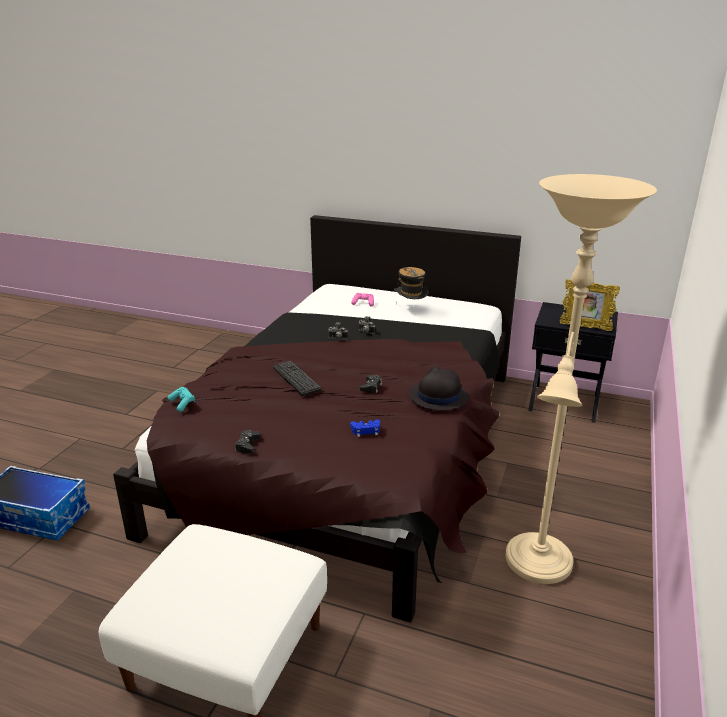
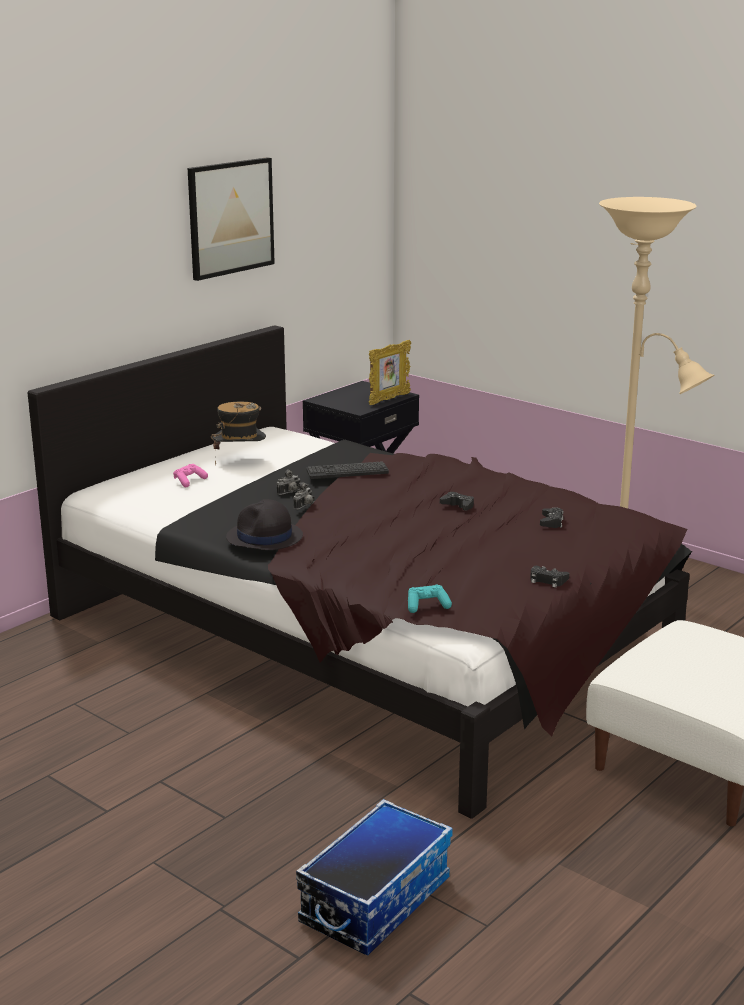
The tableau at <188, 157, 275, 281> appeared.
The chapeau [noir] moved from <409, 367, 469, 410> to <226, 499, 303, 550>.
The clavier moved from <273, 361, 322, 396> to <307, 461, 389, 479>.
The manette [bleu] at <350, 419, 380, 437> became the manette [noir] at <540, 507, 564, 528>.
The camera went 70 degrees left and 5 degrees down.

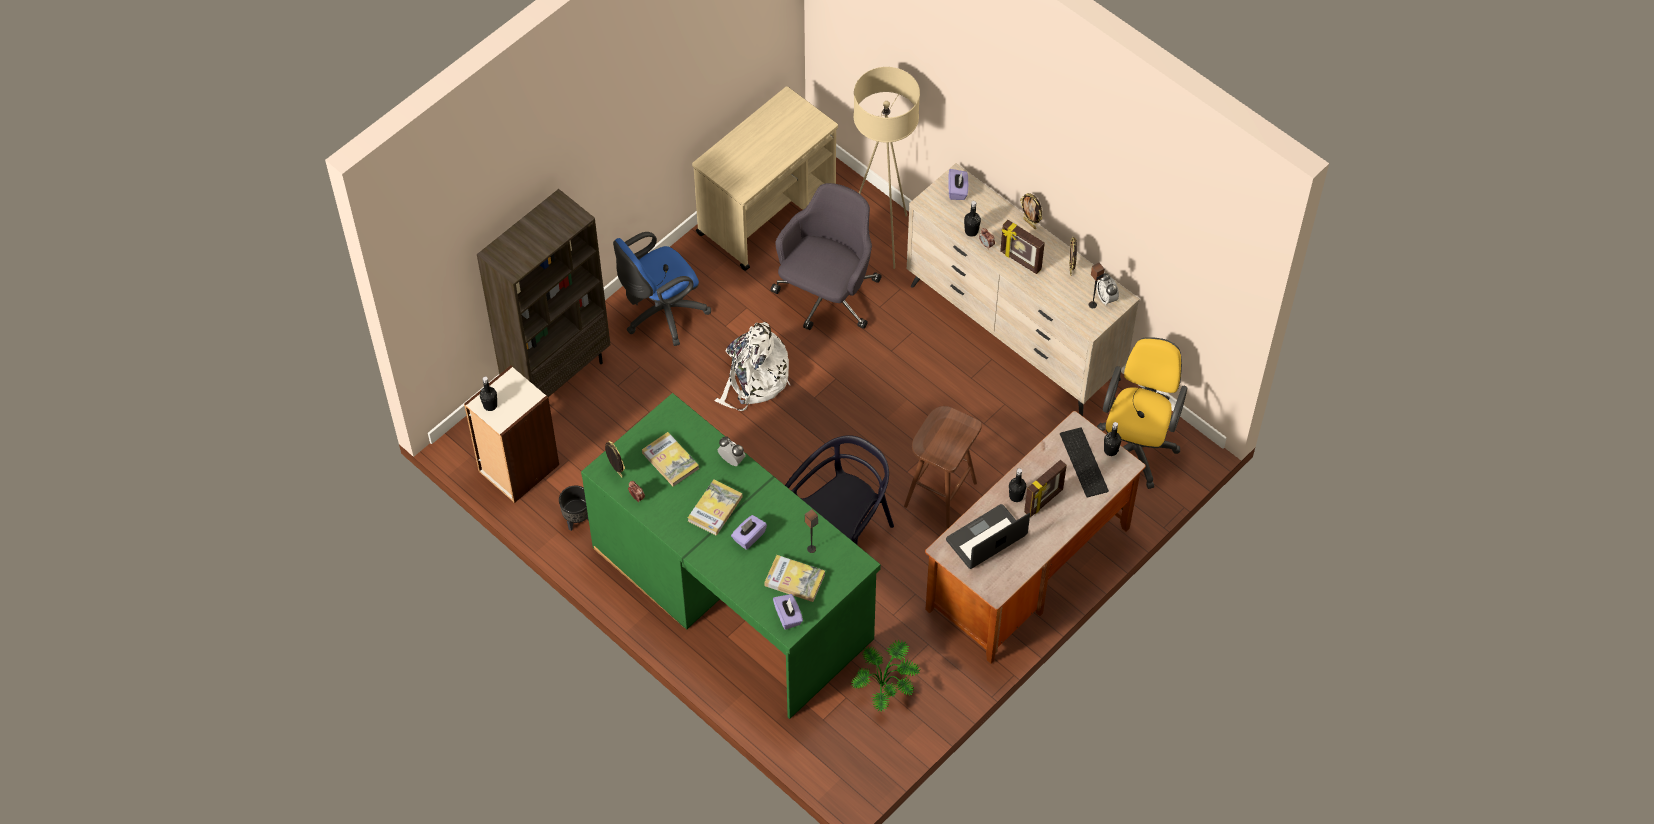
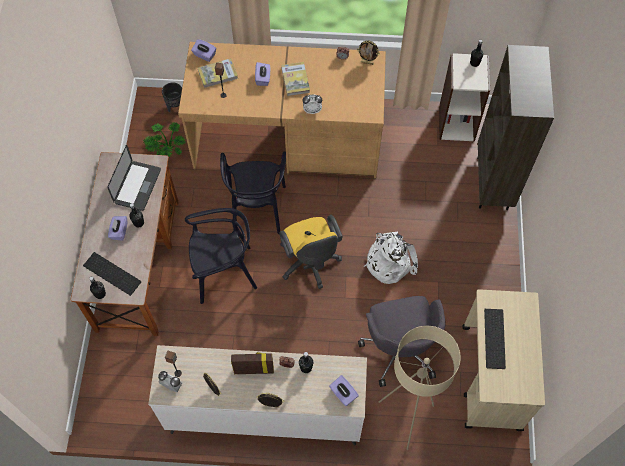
The cadre photo at <1024, 460, 1067, 517> was replaced by the boîte à mouchoirs [violet] at <108, 216, 127, 241>.
The cache-pot [noir] moved from <559, 485, 589, 531> to <162, 82, 182, 112>.
The bureau [vert] at <581, 393, 881, 719> became the bureau [marron] at <178, 42, 386, 179>.
The tabouret [marron] at <904, 406, 982, 528> was replaced by the chaise [noir] at <185, 208, 257, 304>.
The chaise de bureau [jaune] moved from <1097, 337, 1187, 489> to <279, 215, 343, 289>.
The clavier at <484, 309, 506, 369> appeared.
The chaise de bureau [bleu] at <613, 232, 711, 346> disappeared.
The livre at <642, 432, 699, 487> disappeared.
The camera went 140 degrees right and 5 degrees up.

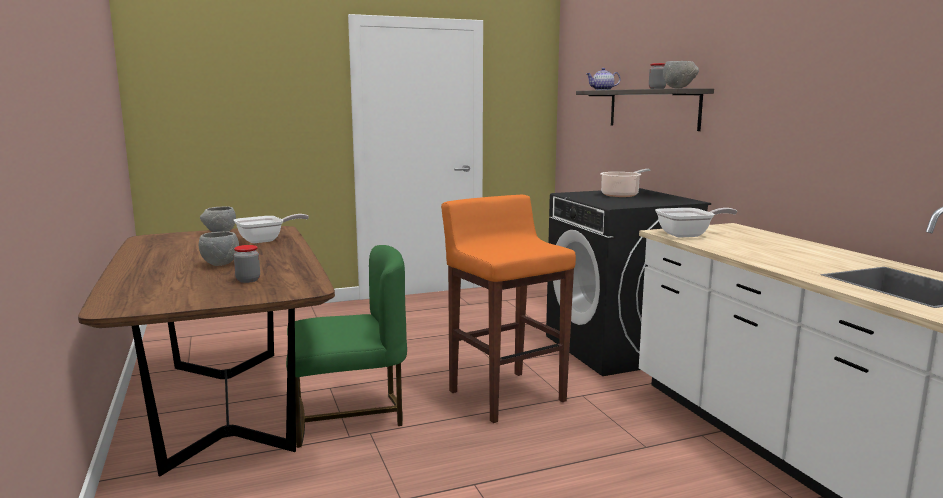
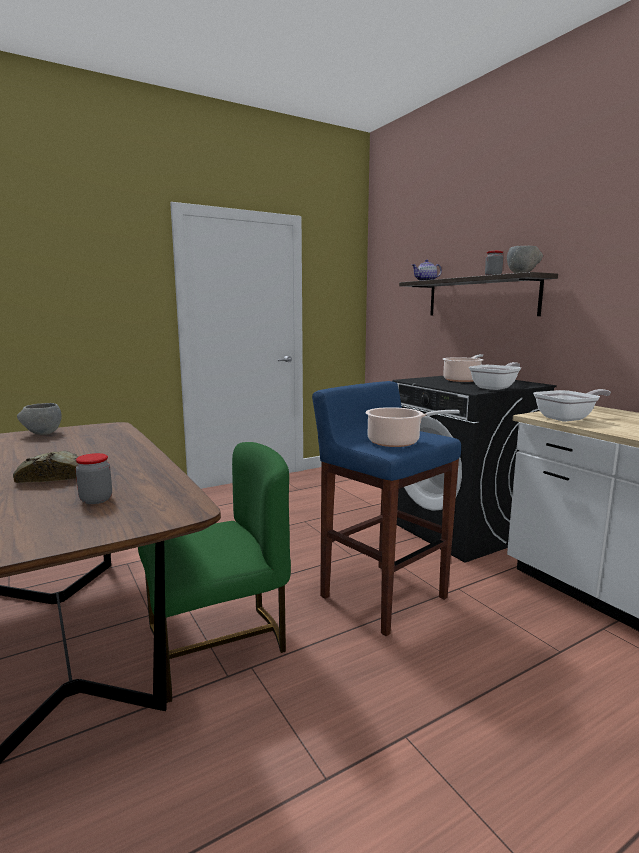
The bol [gris] at <199, 231, 239, 266> was replaced by the pain at <13, 451, 78, 483>.
The tabouret [orange] at <441, 195, 576, 423> became the tabouret [bleu] at <312, 381, 461, 636>.
The marmite at <365, 407, 460, 447> appeared.
The poêle moved from <234, 214, 309, 243> to <469, 362, 521, 390>.
The camera went 10 degrees left and 0 degrees up.

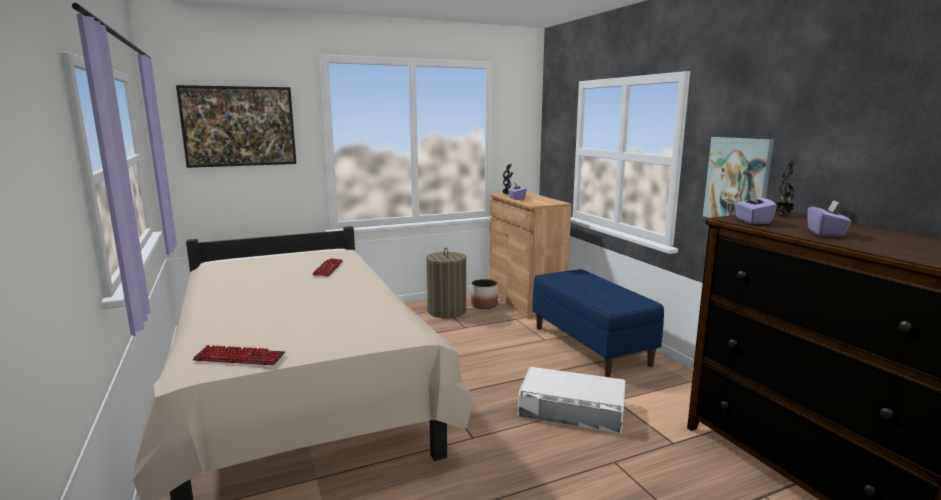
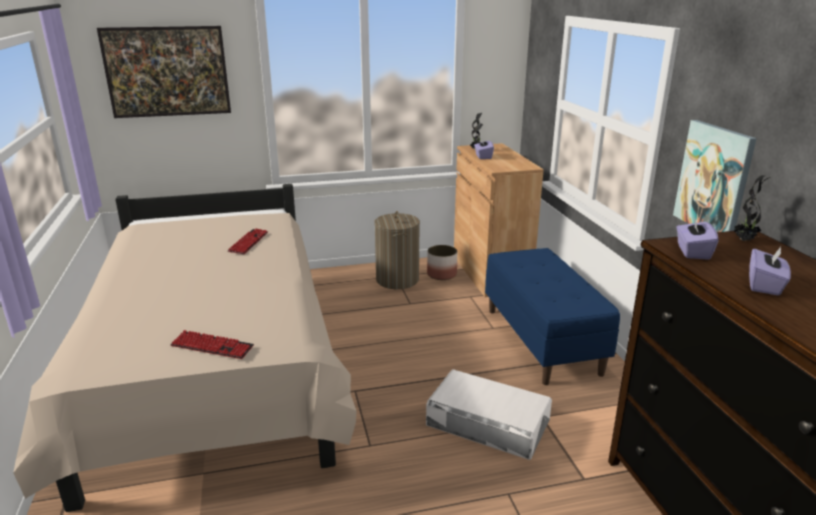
The clavier moved from <192, 345, 285, 365> to <171, 330, 254, 359>.
The camera went 10 degrees right and 10 degrees up.

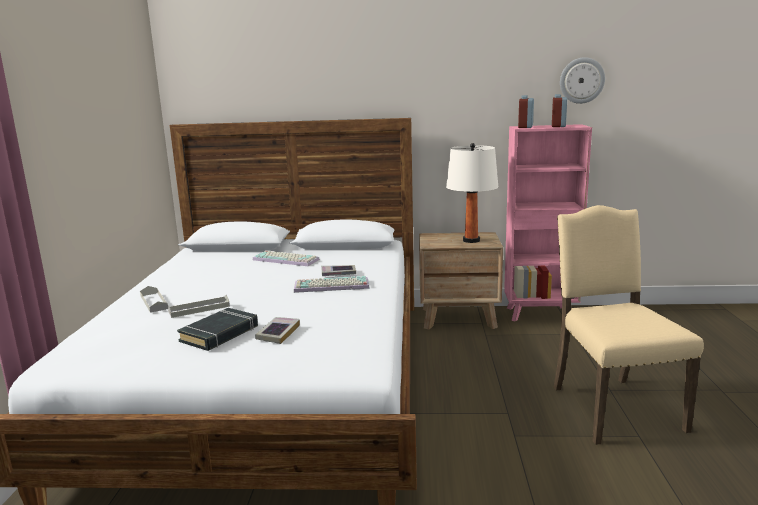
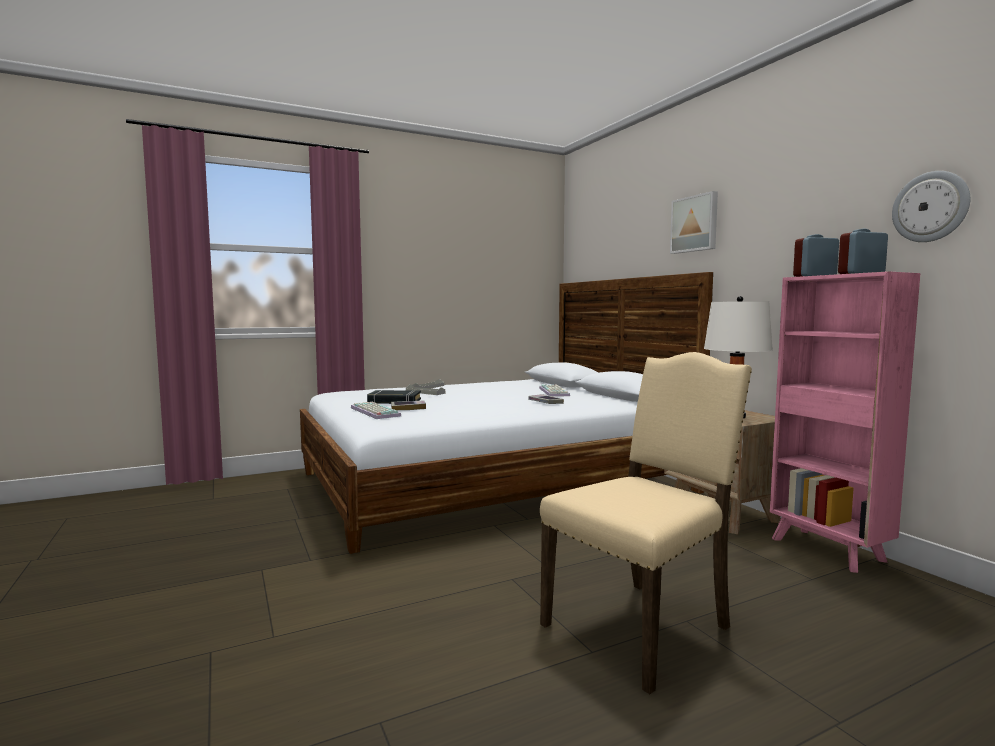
The clavier moved from <294, 276, 370, 293> to <351, 402, 401, 419>.
The tableau at <670, 191, 718, 254> appeared.
The camera went 60 degrees right and 10 degrees down.

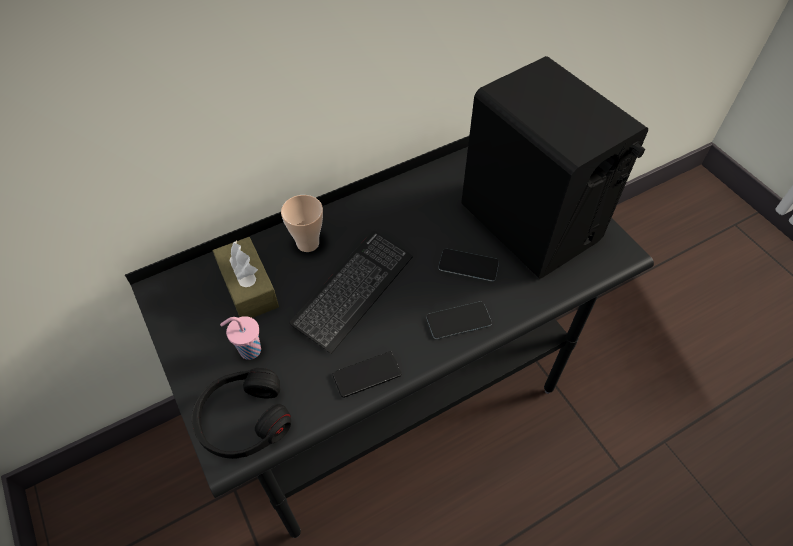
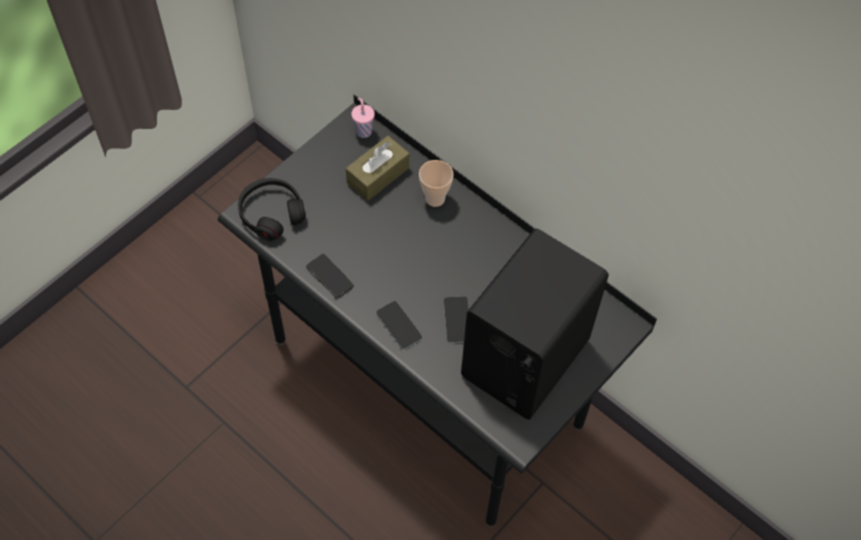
The tasse [rose] moved from <220, 316, 261, 360> to <352, 98, 375, 138>.
The clavier at <290, 231, 413, 354> disappeared.
The camera went 70 degrees right and 5 degrees up.

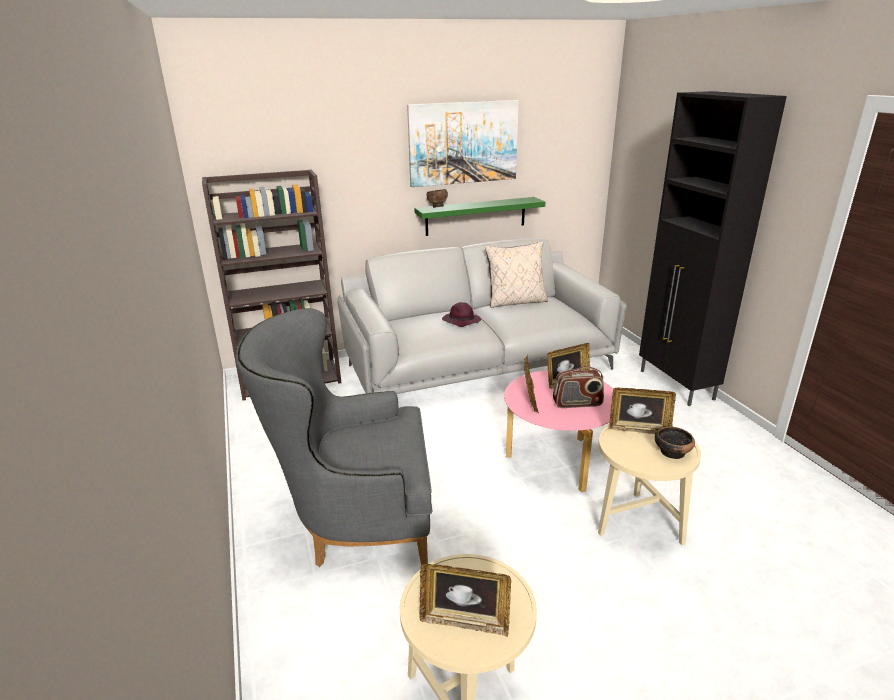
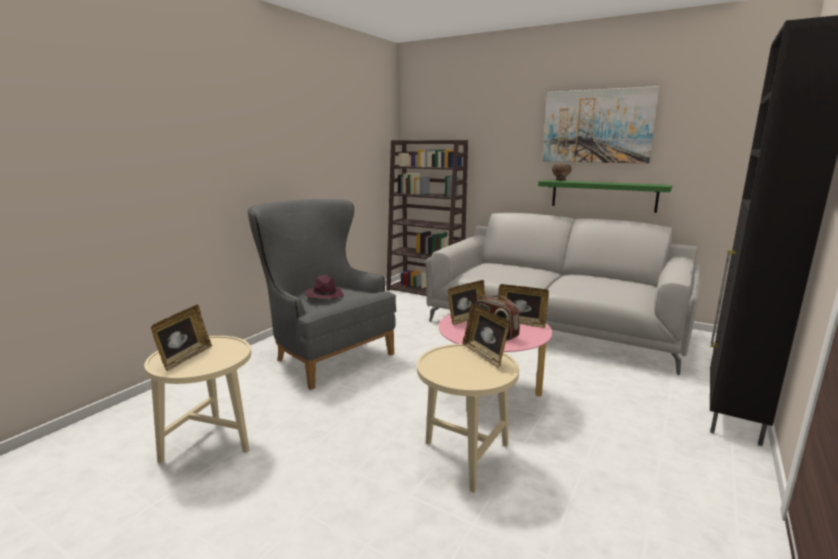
The cadre photo at <419, 564, 511, 637> turned 135 degrees counterclockwise.
The chapeau [violet] moved from <442, 302, 482, 327> to <305, 275, 344, 299>.
The coussin [beige] at <485, 241, 548, 308> disappeared.
The bol at <655, 427, 695, 459> disappeared.
The camera went 50 degrees right and 10 degrees down.

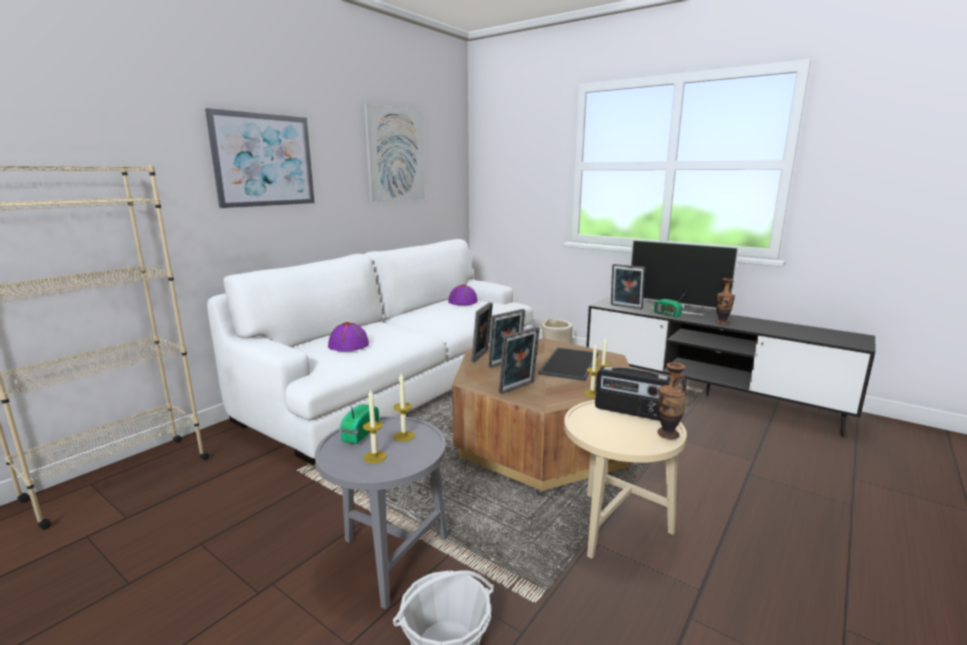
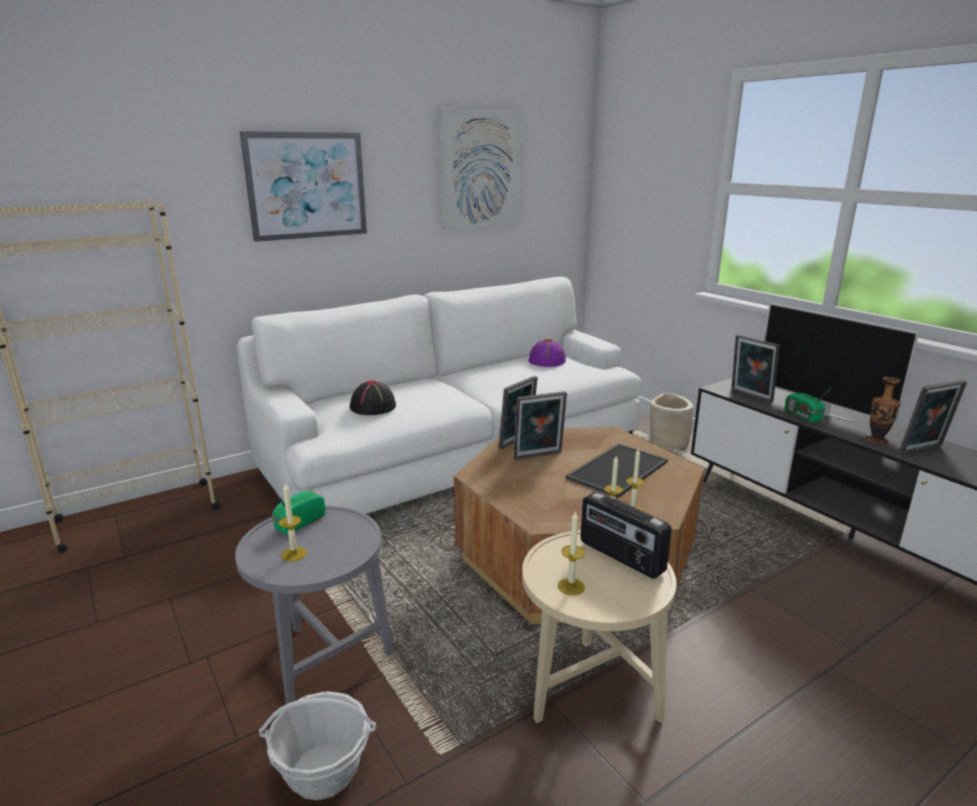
The chapeau [violet] at <328, 322, 369, 351> became the chapeau [noir] at <350, 380, 396, 415>.
The bougie moved from <394, 373, 415, 442> to <558, 511, 585, 596>.
The cadre photo moved from <499, 327, 540, 394> to <899, 380, 967, 454>.
The vase at <657, 362, 688, 439> disappeared.
The camera went 20 degrees right and 5 degrees up.

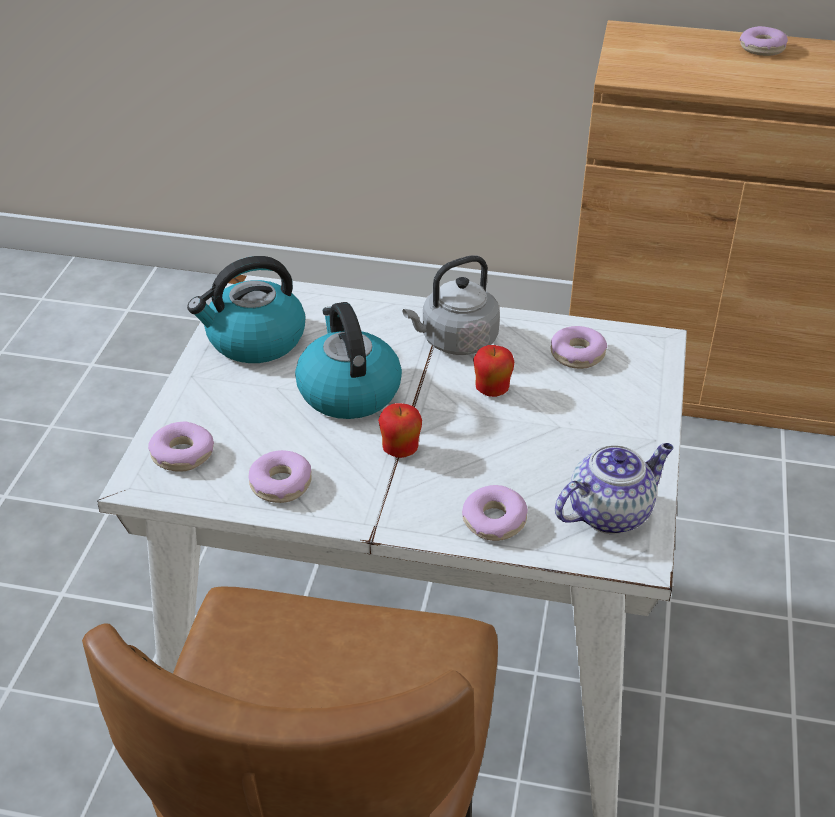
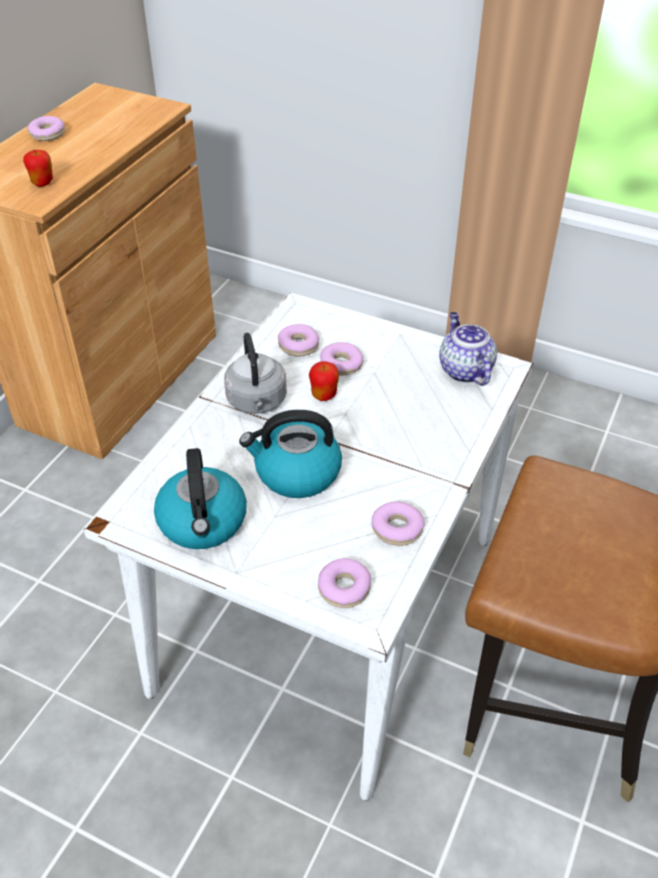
The pomme moved from <378, 403, 422, 458> to <23, 150, 53, 187>.
The beignet moved from <462, 485, 528, 541> to <320, 342, 363, 376>.
The camera went 75 degrees left and 5 degrees up.

